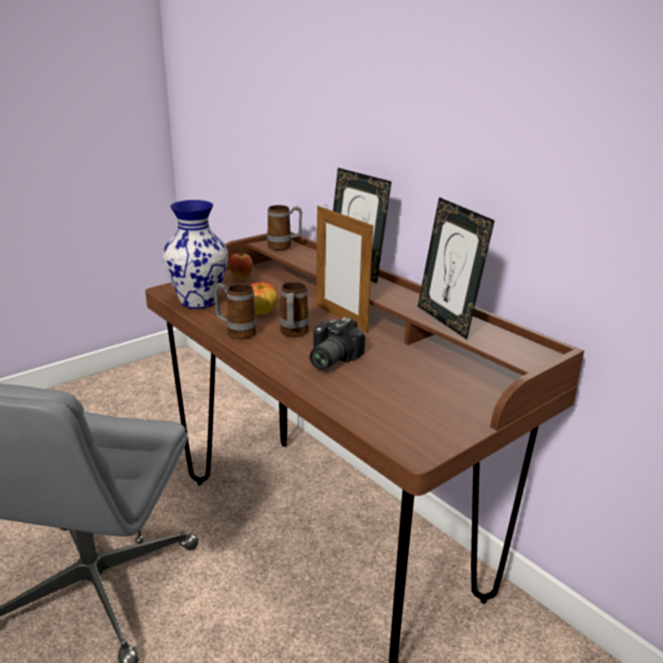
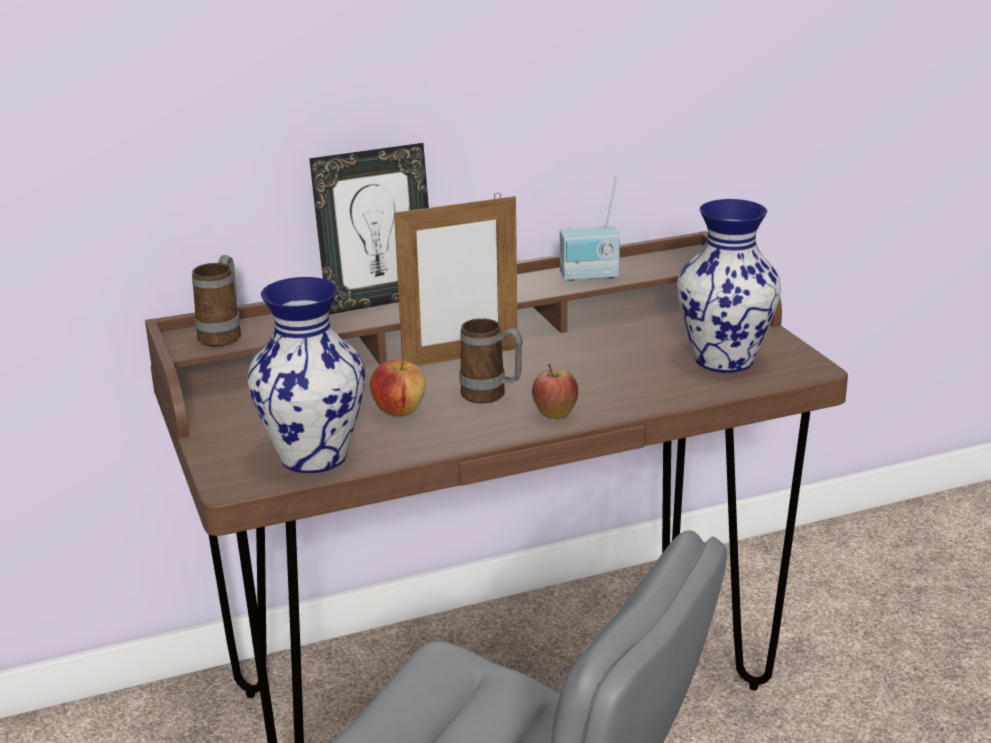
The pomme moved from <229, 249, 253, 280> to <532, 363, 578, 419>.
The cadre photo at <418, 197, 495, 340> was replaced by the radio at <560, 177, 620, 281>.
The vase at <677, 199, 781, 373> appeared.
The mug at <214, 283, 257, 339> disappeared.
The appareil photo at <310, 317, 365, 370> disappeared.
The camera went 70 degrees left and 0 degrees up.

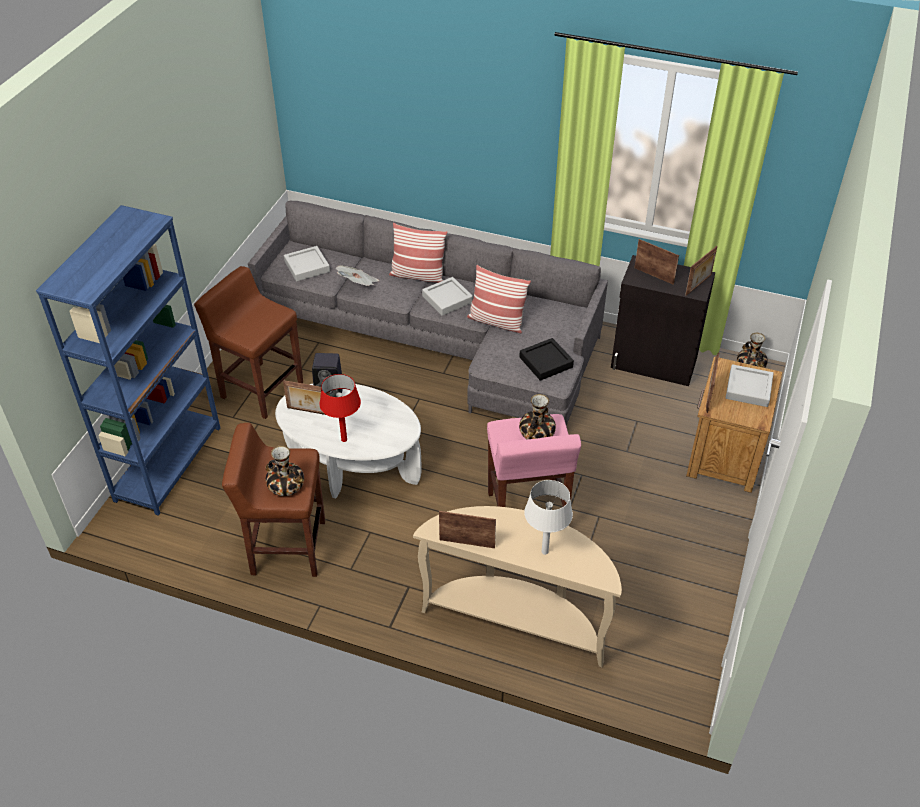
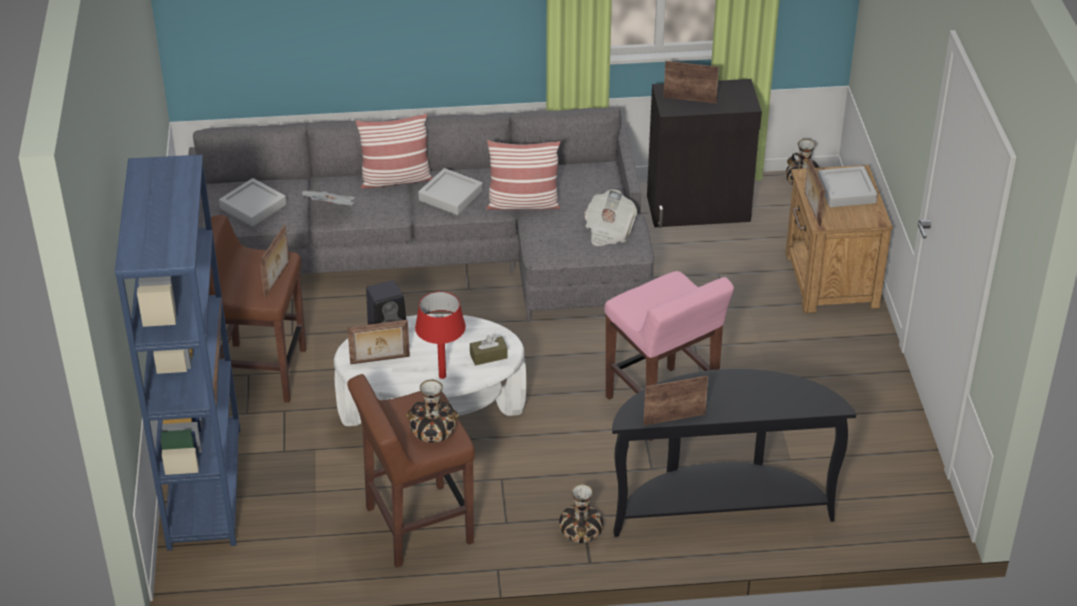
The cadre photo moved from <685, 246, 717, 296> to <260, 225, 289, 297>.
The boîte à mouchoirs [marron] at <470, 335, 508, 365> appeared.
The vase moved from <519, 394, 556, 439> to <559, 484, 603, 543>.
The plateau [noir] at <519, 338, 574, 381> was replaced by the journal at <584, 189, 637, 246>.
The table console [beige] at <413, 506, 622, 667> became the table console [noir] at <612, 369, 856, 537>.
The lampe de table [blanc] at <524, 480, 573, 555> disappeared.
The camera went 25 degrees left and 5 degrees down.

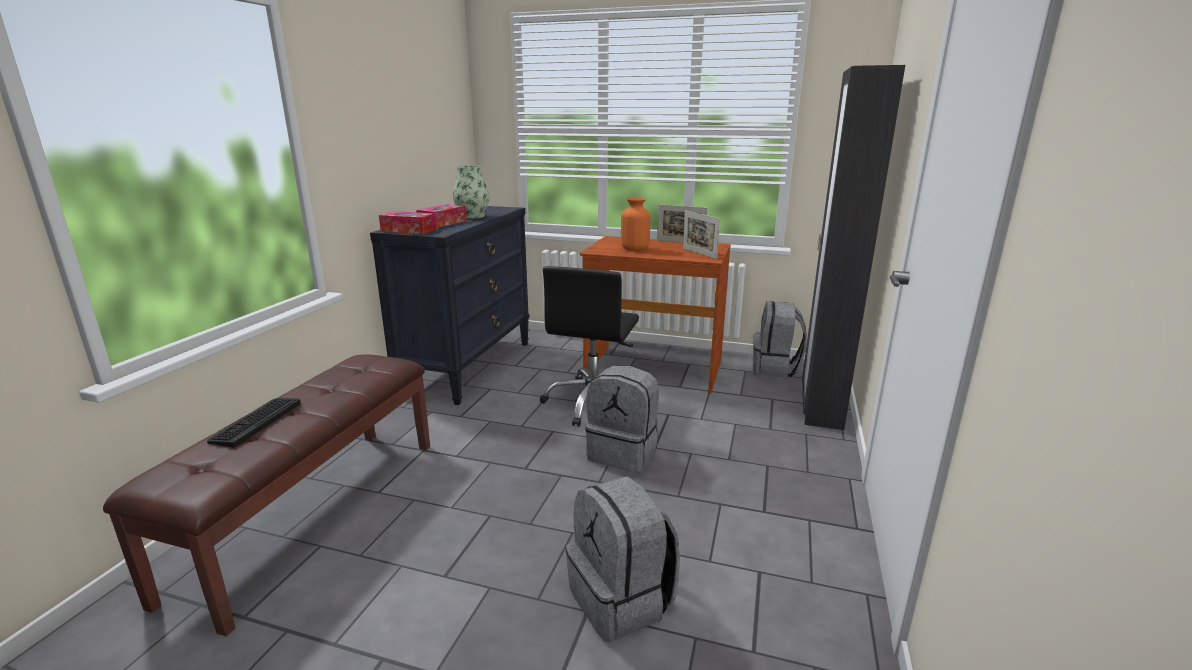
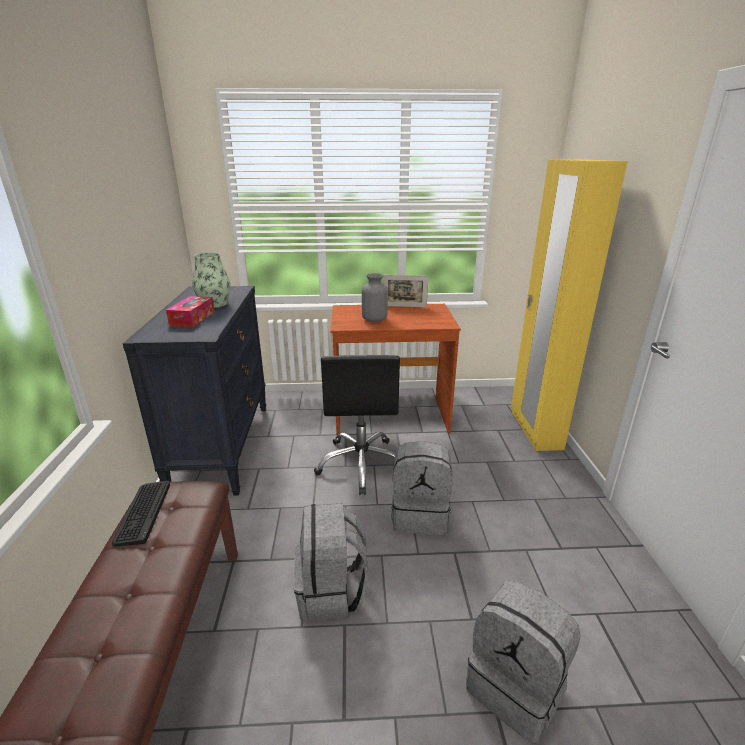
The clavier moved from <207, 398, 301, 447> to <112, 481, 170, 546>.
The sac à dos [gris] moved from <753, 301, 807, 378> to <293, 502, 368, 621>.
The vase [orange] at <621, 198, 650, 251> became the vase [gris] at <362, 273, 388, 322>.
The armoire [noir] at <802, 65, 905, 430> became the armoire [jaune] at <511, 159, 628, 451>.
The boîte à mouchoirs at <379, 211, 436, 234> disappeared.
The cadre photo at <683, 210, 720, 259> disappeared.
The camera went 20 degrees left and 5 degrees up.

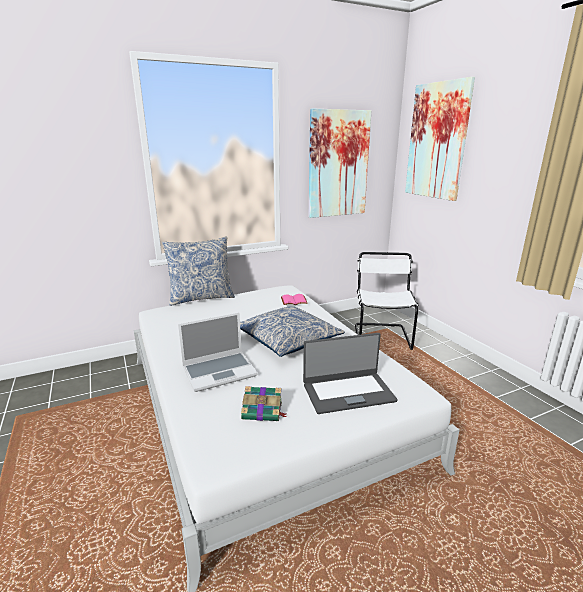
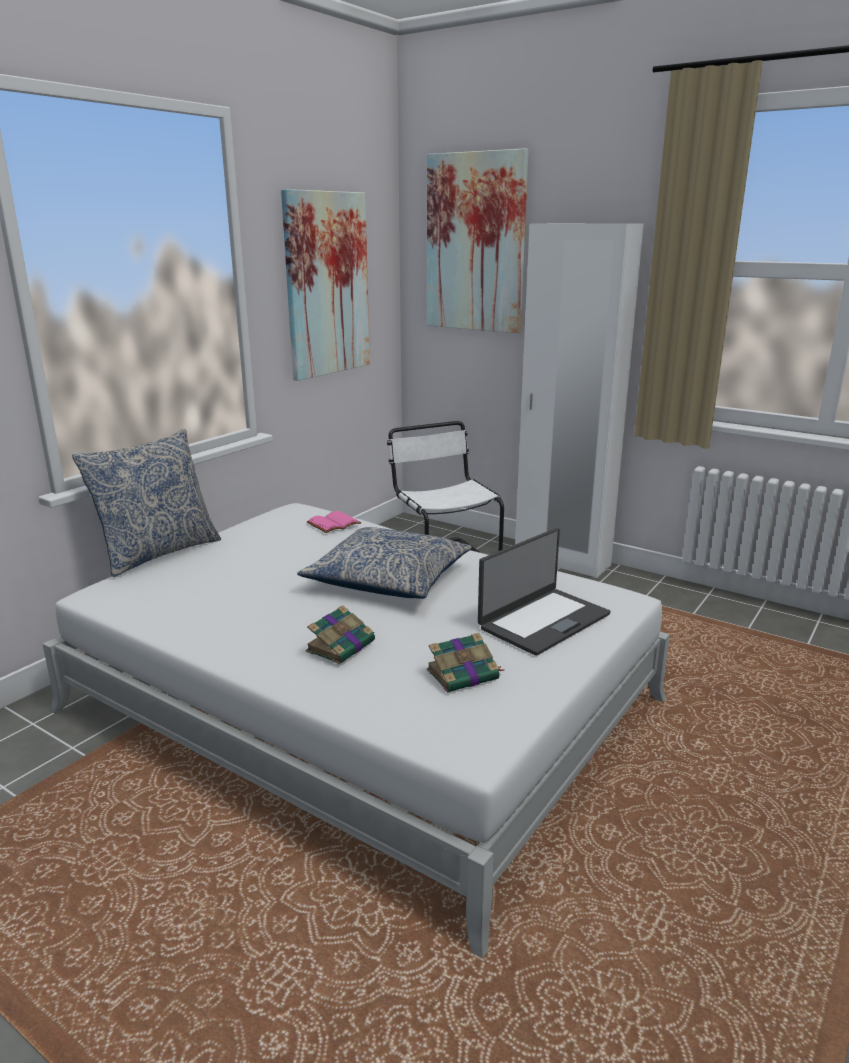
The ordinateur portable at <178, 313, 257, 392> was replaced by the livre at <306, 605, 375, 664>.
The armoire [blanc] at <515, 223, 644, 578> appeared.
The camera went 30 degrees left and 0 degrees up.

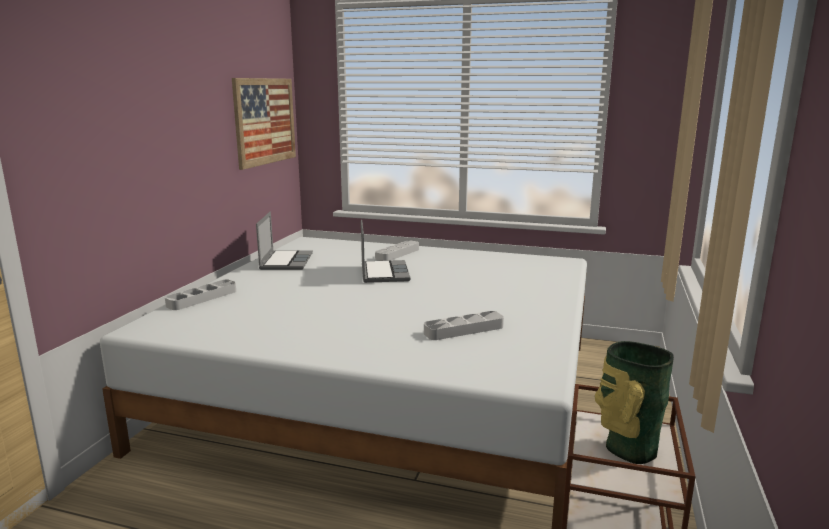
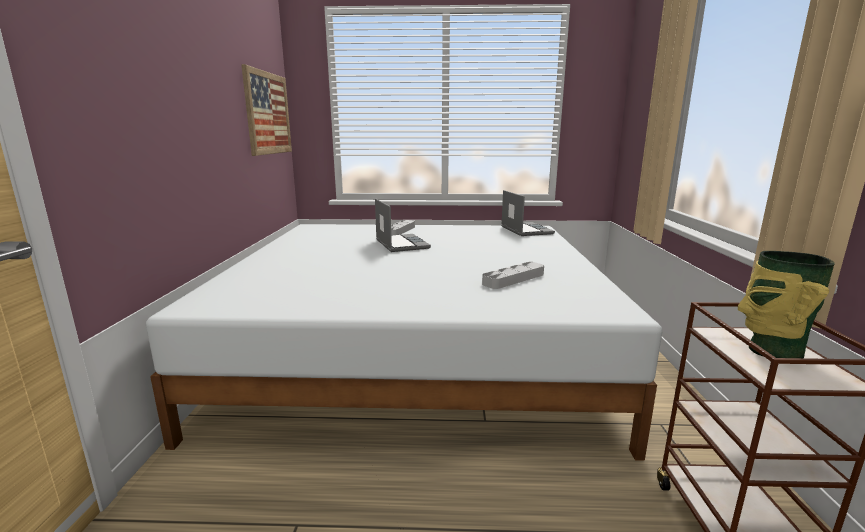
The ordinateur portable moved from <256, 212, 313, 270> to <501, 190, 555, 236>.
The plateau [gris] at <165, 279, 236, 310> disappeared.
The camera went 15 degrees left and 0 degrees up.

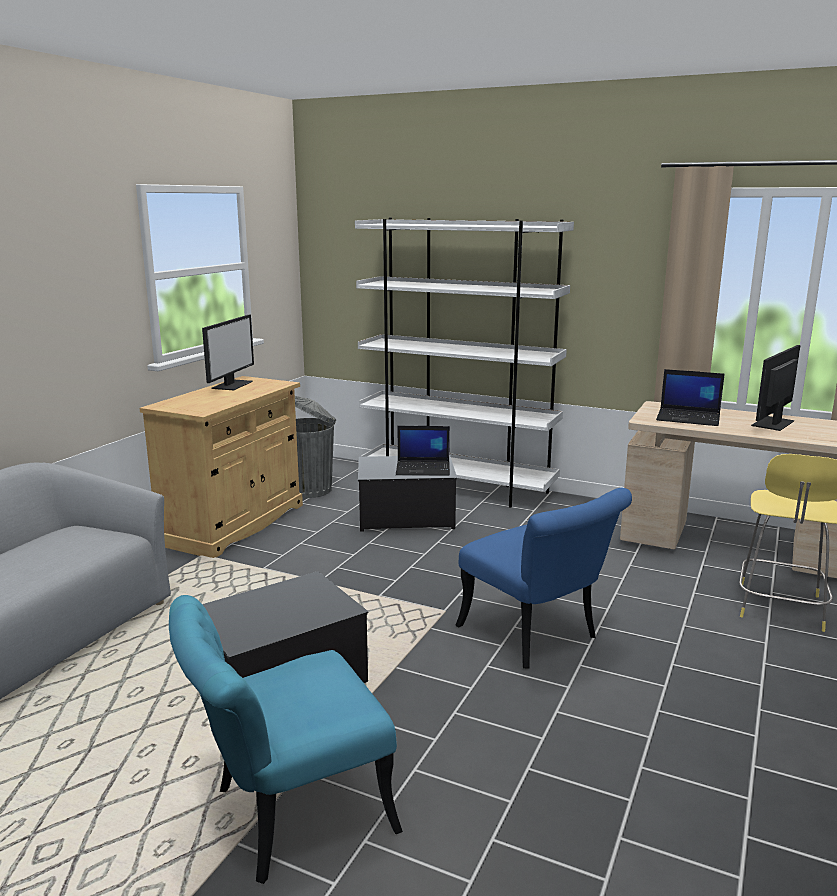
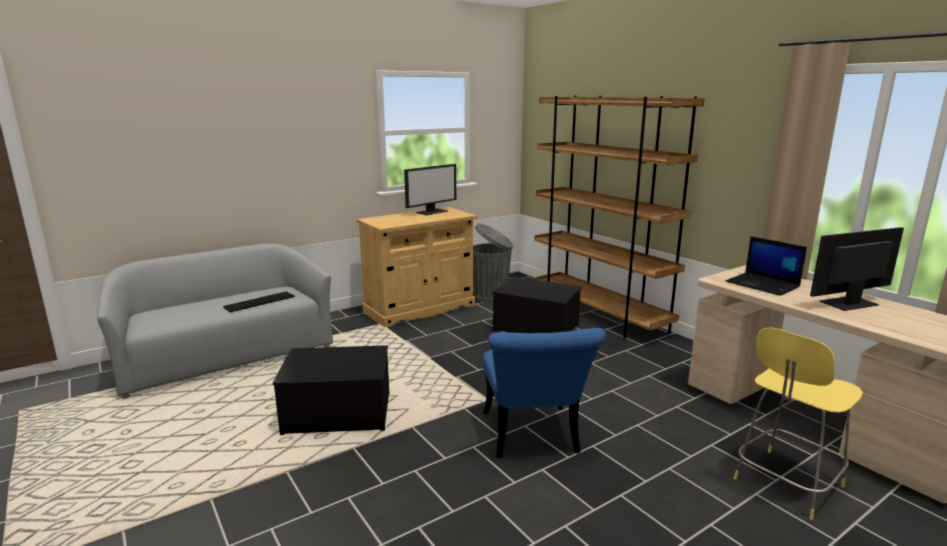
The clavier at <223, 292, 295, 312> appeared.
The bibliothèque [blanc] at <355, 218, 574, 508> became the bibliothèque [marron] at <533, 96, 704, 338>.
The chaise [turquoise] at <169, 595, 403, 884> disappeared.
The ordinateur portable at <396, 426, 450, 476> disappeared.
The camera went 30 degrees right and 0 degrees up.

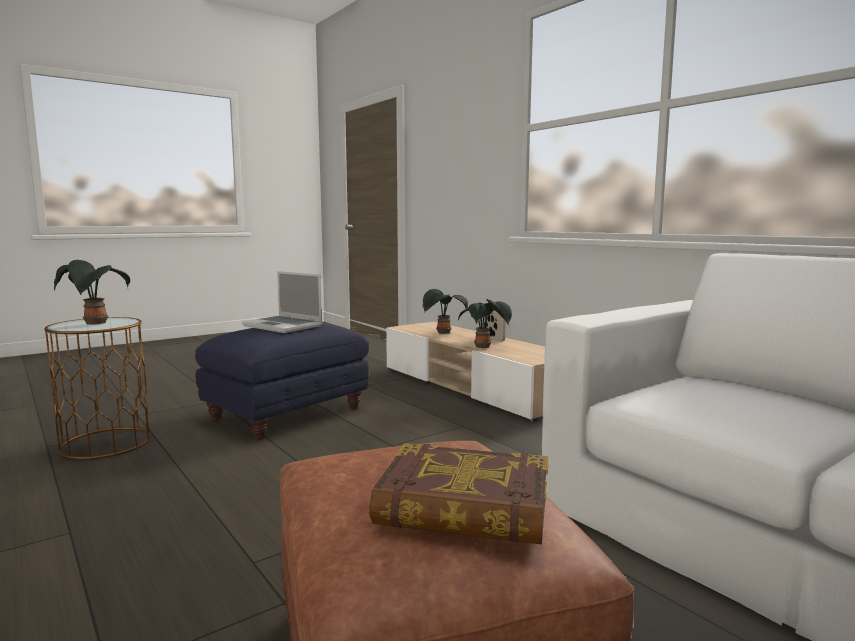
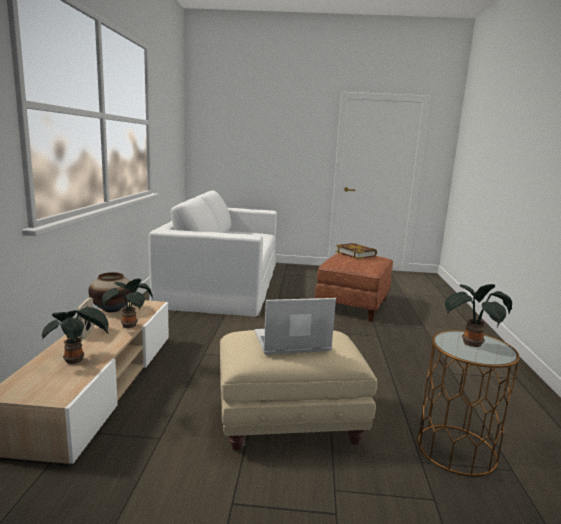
The vase at <89, 272, 133, 313> appeared.
The pouf [bleu] at <195, 324, 369, 440> became the pouf [beige] at <220, 330, 377, 450>.
The ordinateur portable at <242, 271, 323, 333> turned 90 degrees counterclockwise.
The camera went 140 degrees left and 5 degrees up.

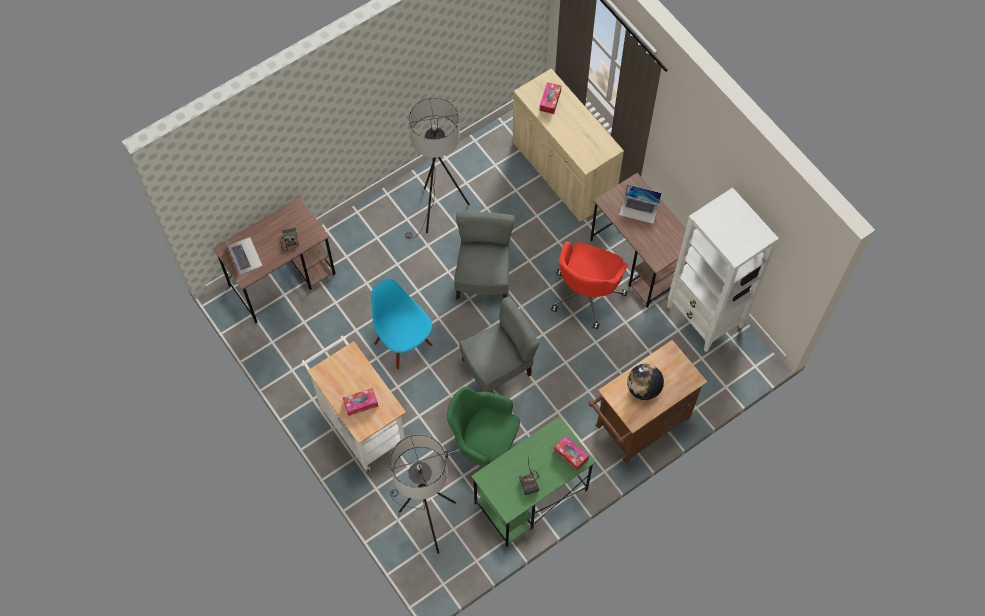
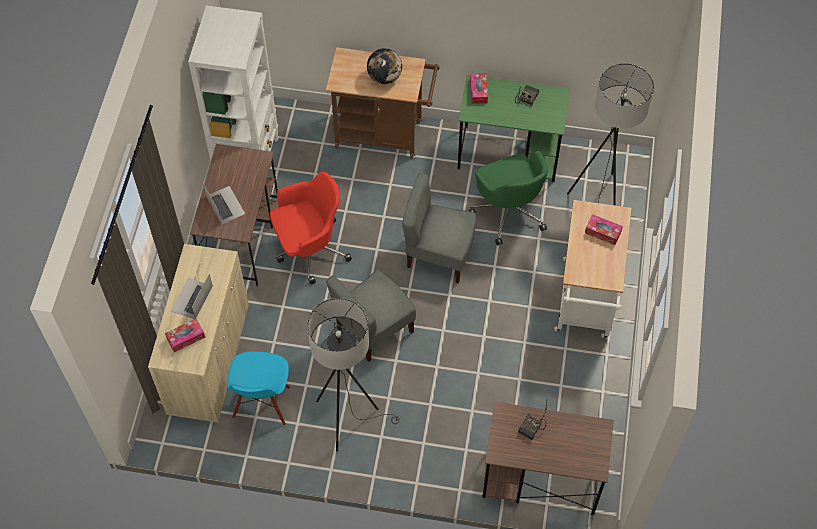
The ordinateur portable moved from <224, 236, 262, 275> to <171, 274, 213, 319>.
The chaise [bleu] moved from <371, 279, 432, 370> to <227, 351, 290, 426>.
The camera went 135 degrees left and 5 degrees down.

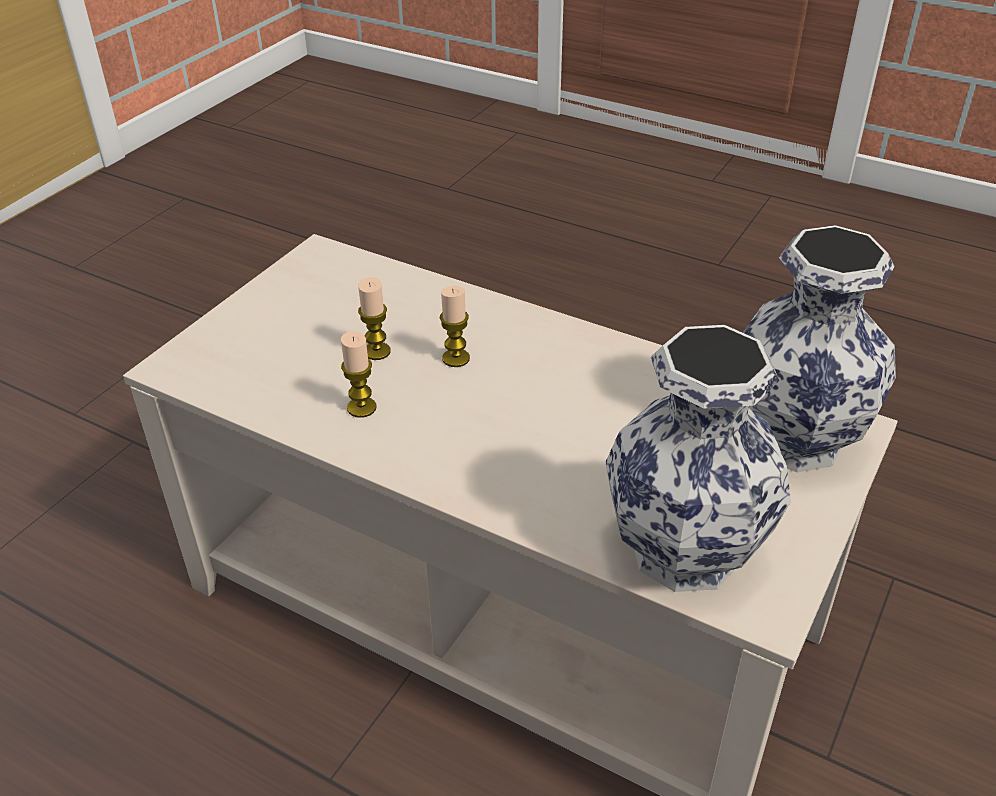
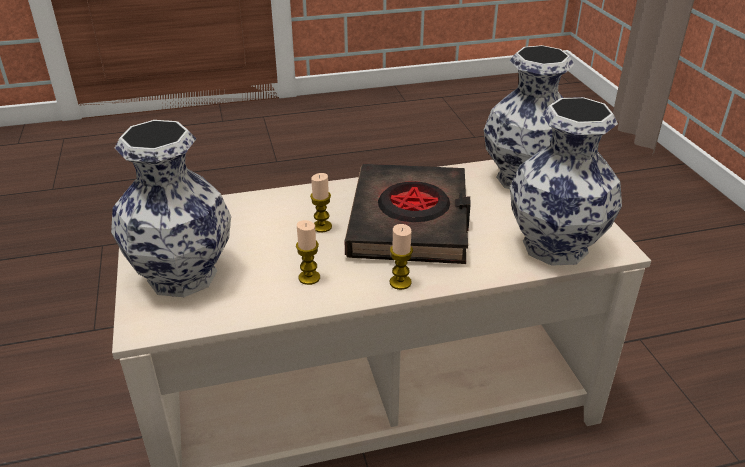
The vase at <111, 120, 231, 297> appeared.
The livre [noir] at <345, 164, 471, 264> appeared.
The bougie moved from <358, 277, 391, 360> to <390, 224, 413, 290>.
The camera went 45 degrees left and 5 degrees down.

